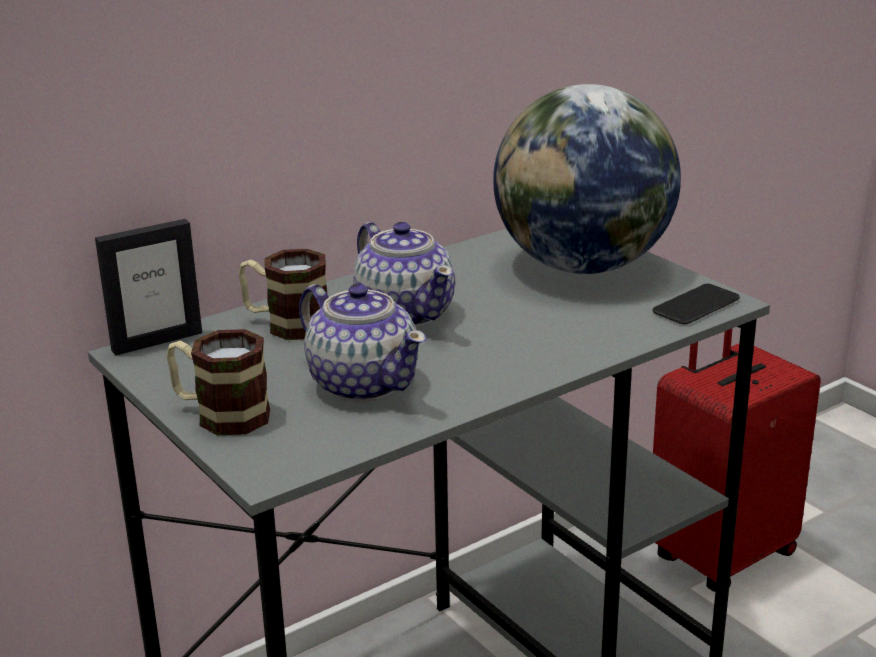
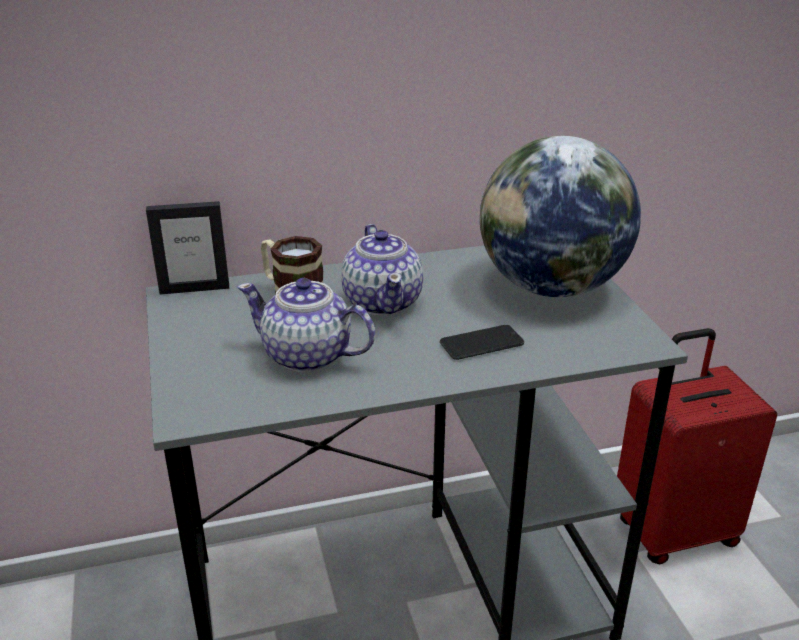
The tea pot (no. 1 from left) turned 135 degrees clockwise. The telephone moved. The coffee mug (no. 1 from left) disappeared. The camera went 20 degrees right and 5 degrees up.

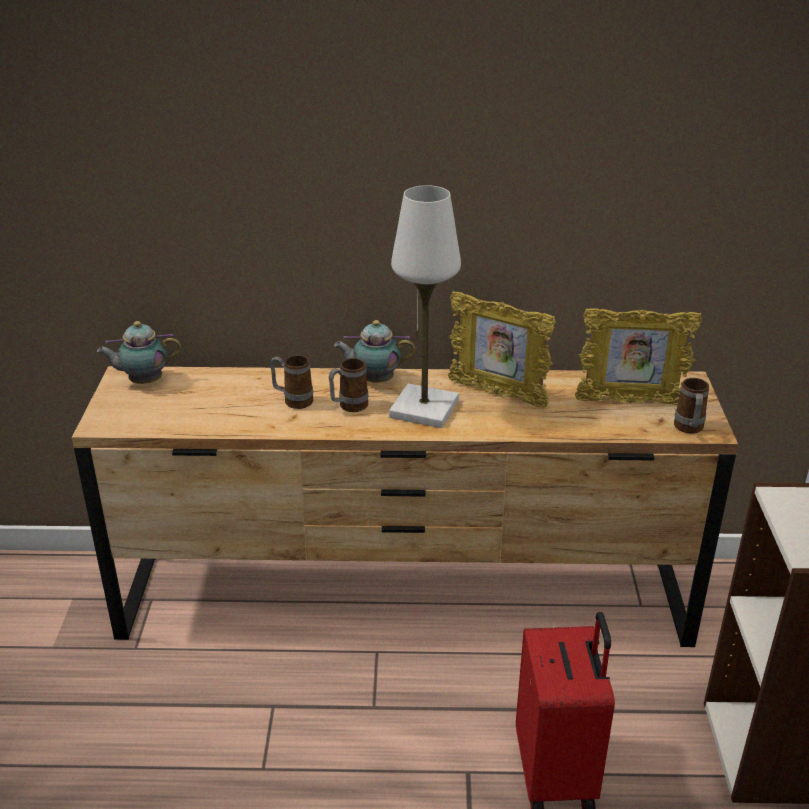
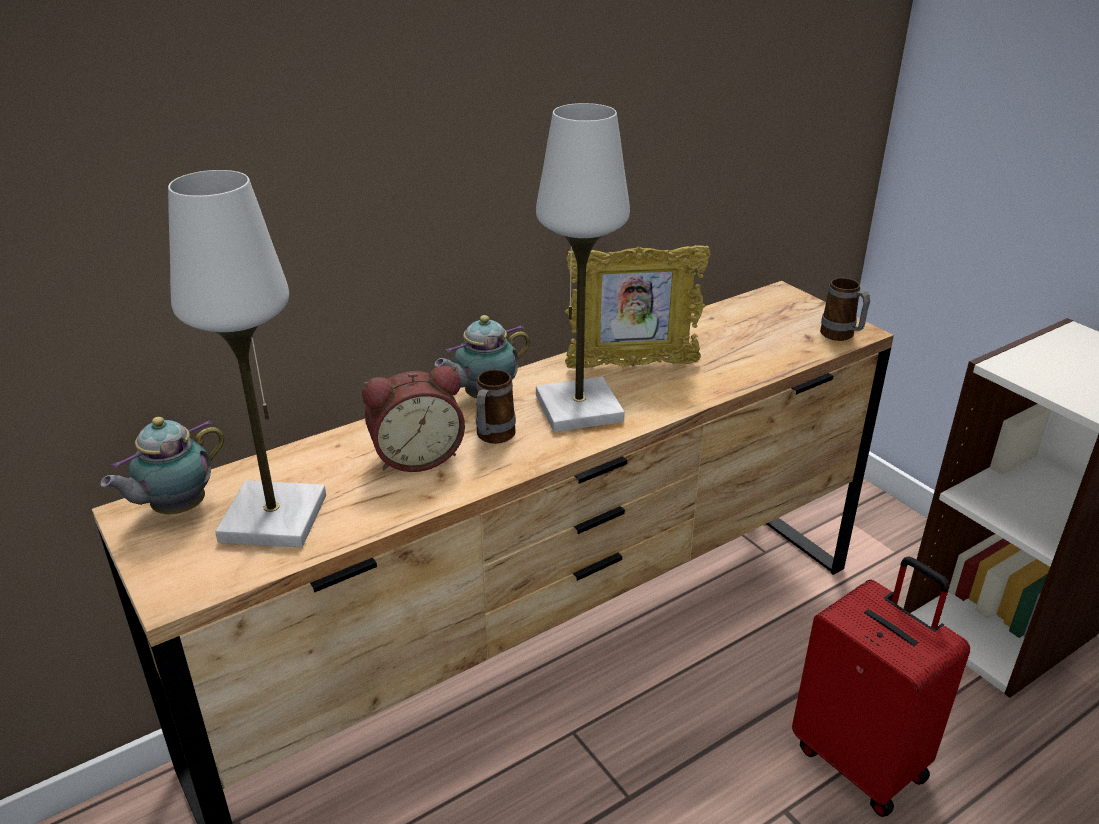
The standing frame (no. 2 from left) disappeared. The coffee mug (no. 1 from left) was replaced by the bedside clock. The whitish table lamp (no. 1 from left) appeared. The camera went 35 degrees left and 0 degrees up.

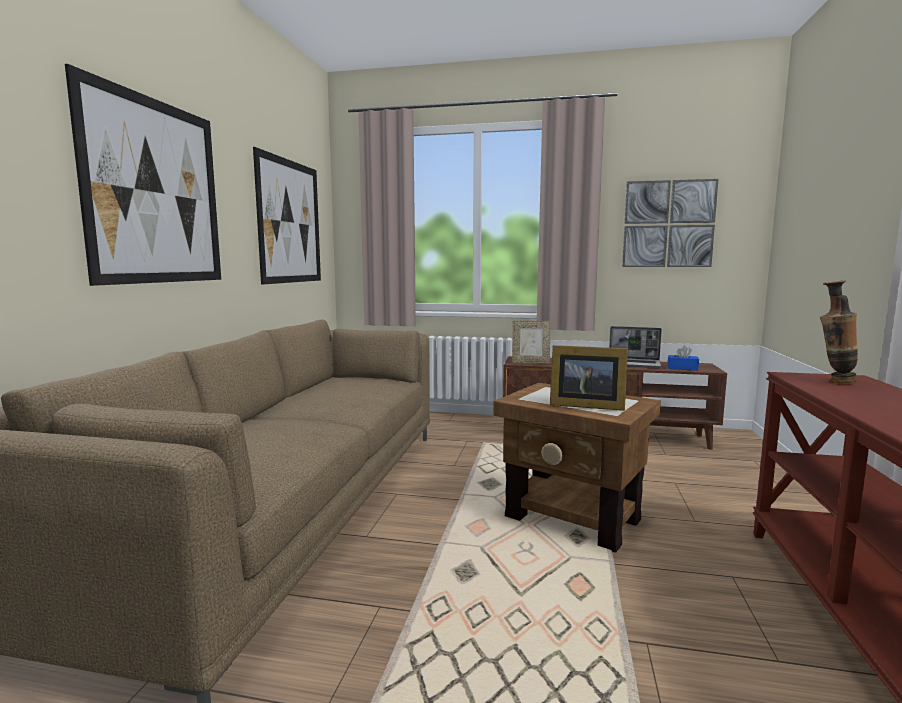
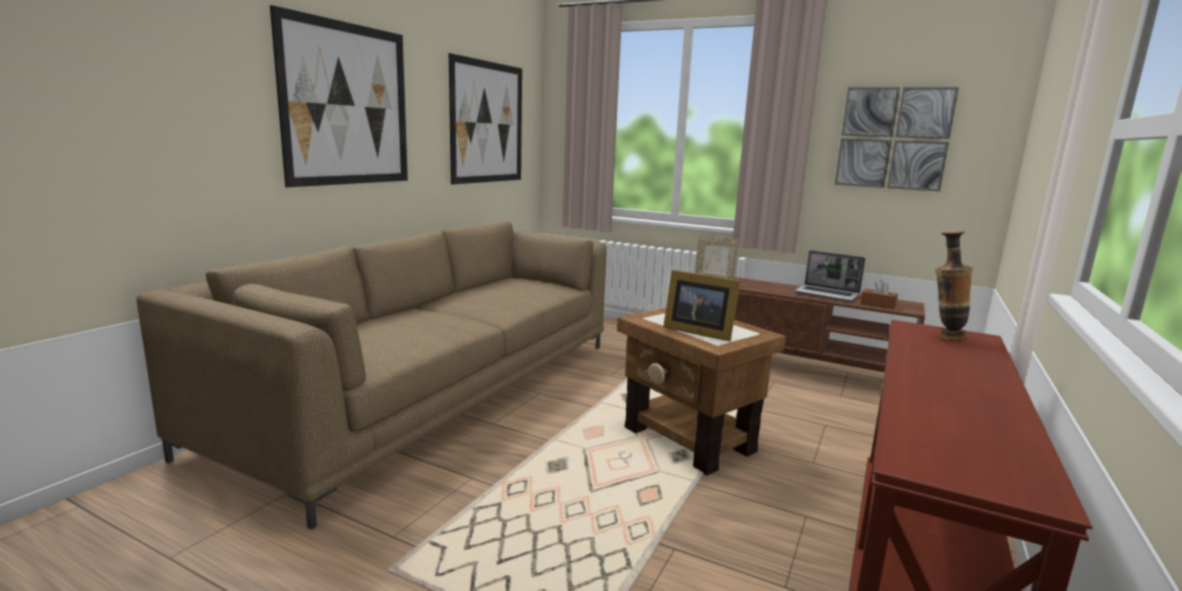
The blue-coloured tissue holder became the brown-coloured tissue holder. The camera went 15 degrees right and 5 degrees up.

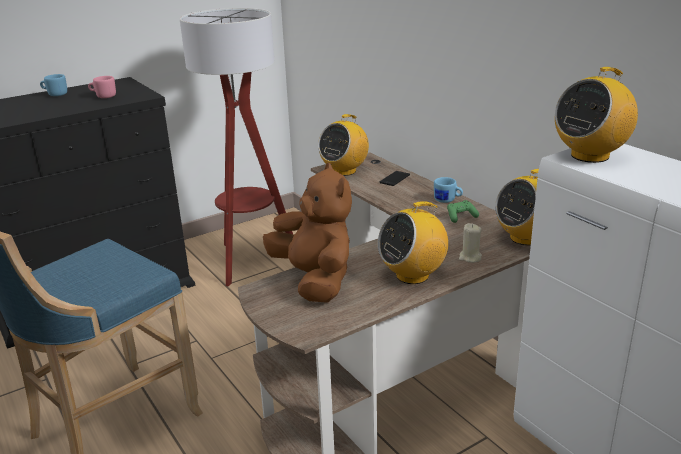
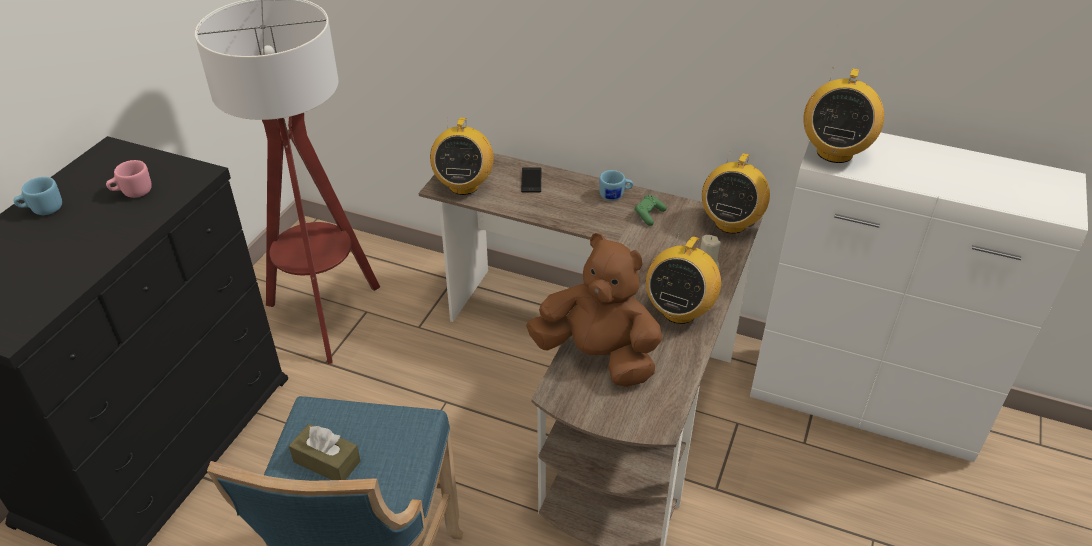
The brown-coloured tissue holder appeared. The camera went 35 degrees left and 15 degrees up.

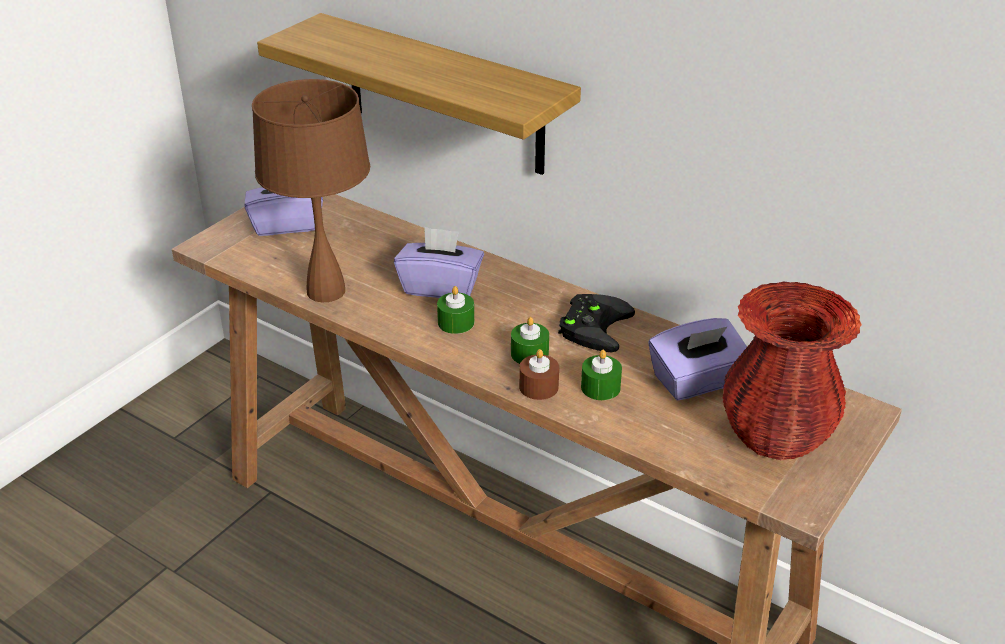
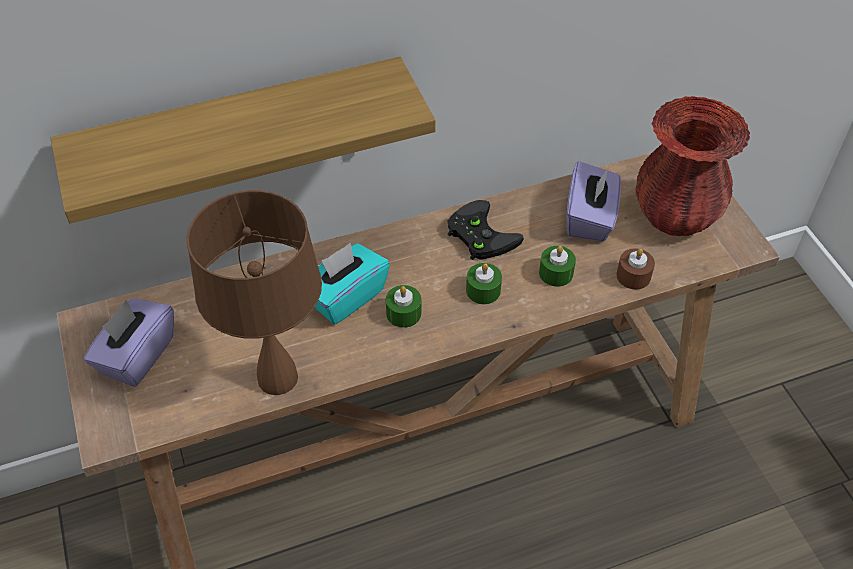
The purple tissue holder (no. 2 from left) became the blue-green tissue holder. The brown-coloured wax candle moved. The camera went 55 degrees left and 15 degrees up.

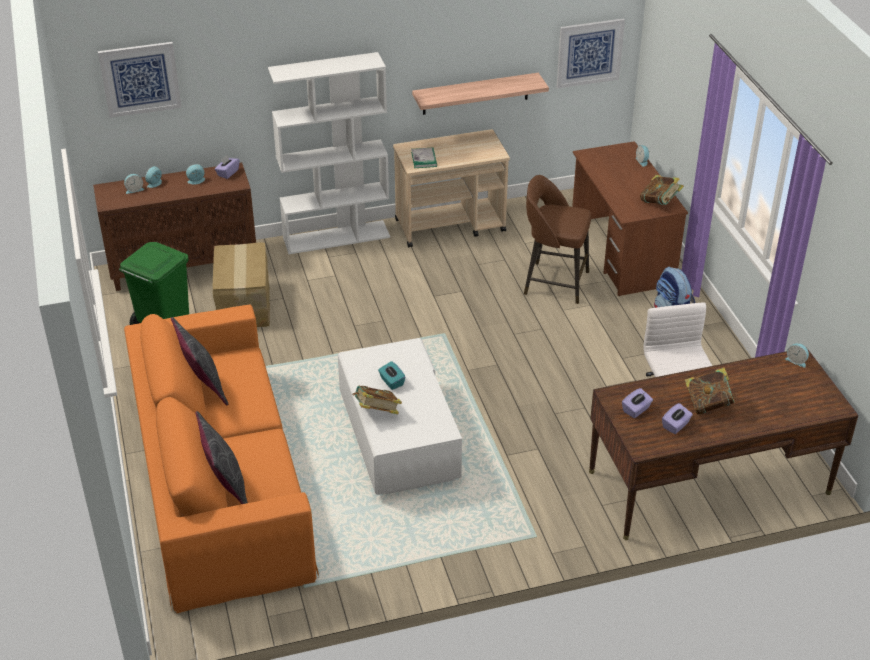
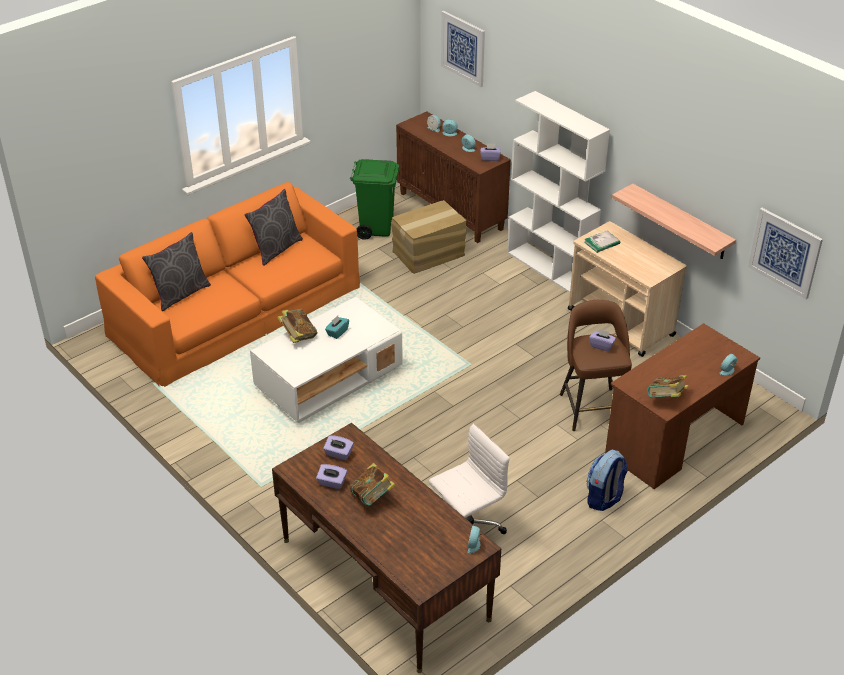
The purple tissue holder (no. 4 from left) appeared. The camera went 65 degrees right and 0 degrees up.

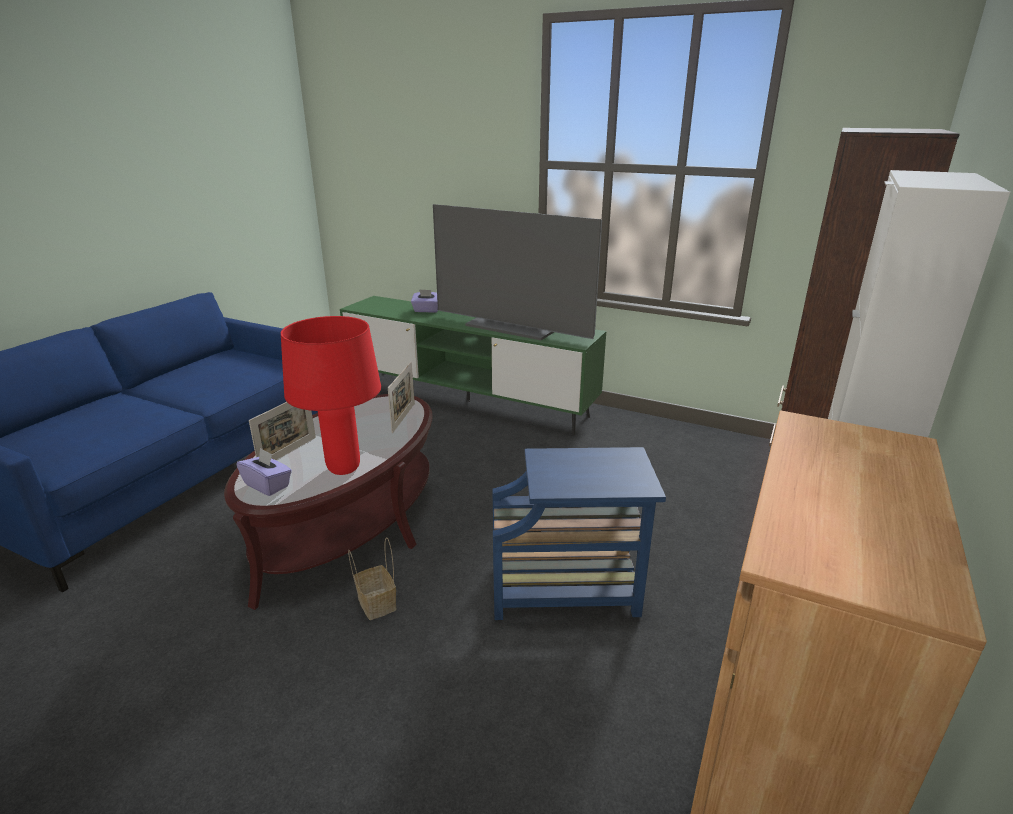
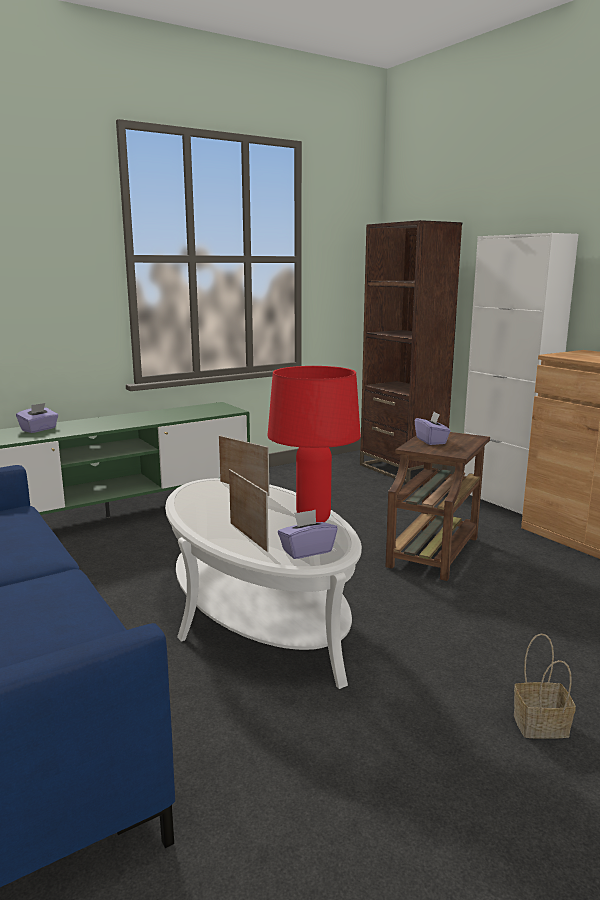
The TV disappeared. The brown-coloured coffee table became the whitish coffee table. The blue-coloured end table became the brown-coloured end table. The household basket moved. The purple tissue holder (no. 3 from left) appeared. The camera went 60 degrees left and 10 degrees down.

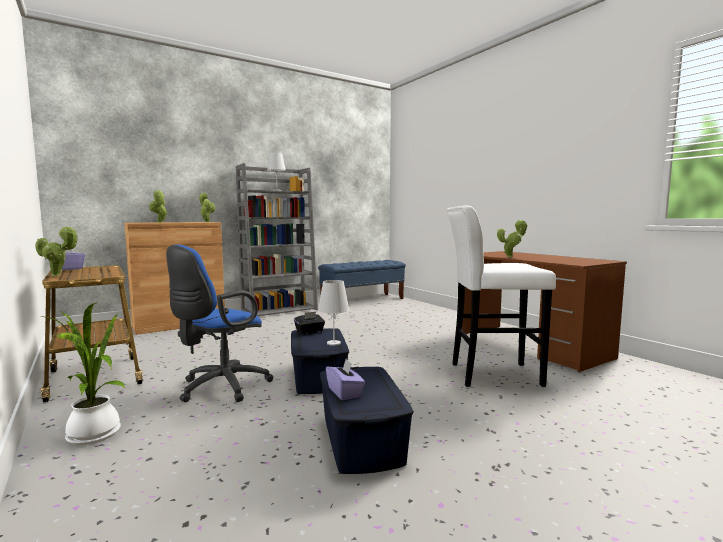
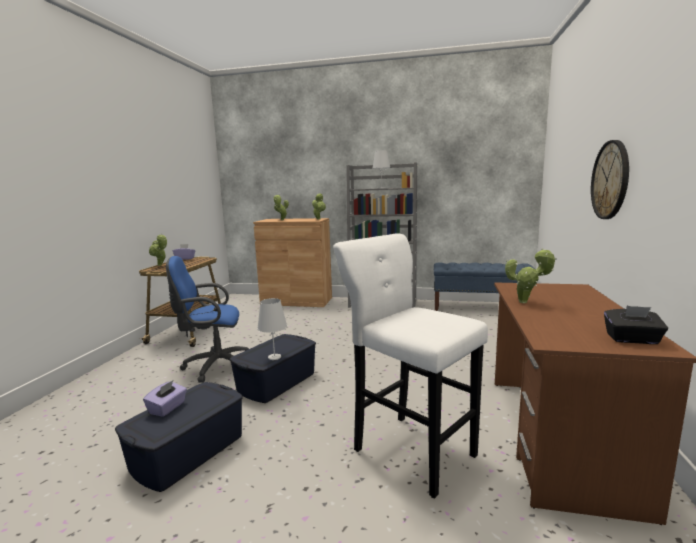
The houseplant (no. 2 from left) disappeared. The blackish tissue holder moved. The hanging clock appeared. The camera went 45 degrees right and 5 degrees up.

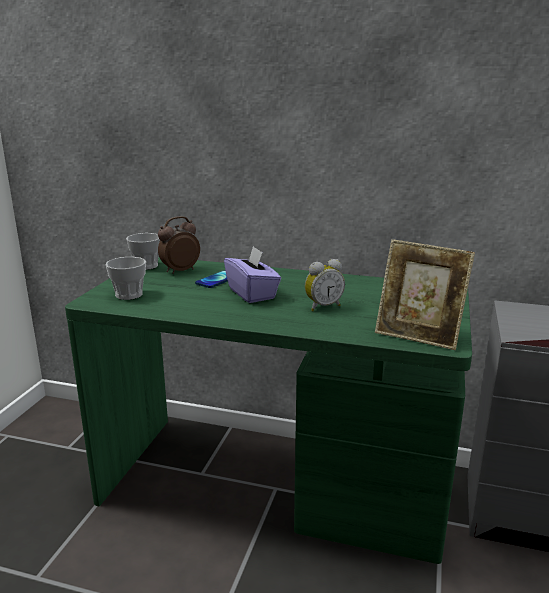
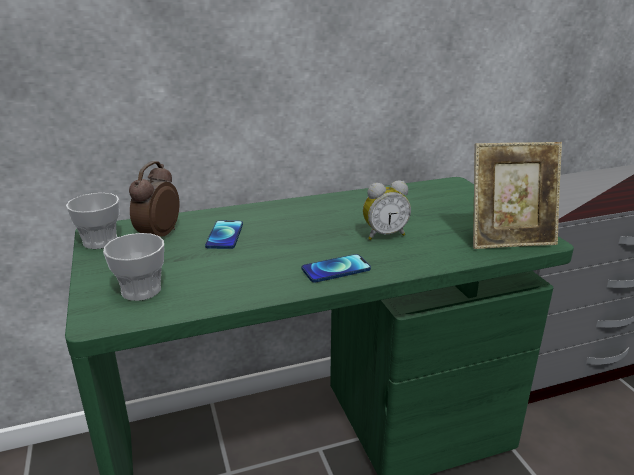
The purple tissue holder disappeared. The bedside clock (no. 2 from left) turned 45 degrees clockwise. The telephone (no. 2 from left) appeared. The camera went 35 degrees left and 5 degrees up.

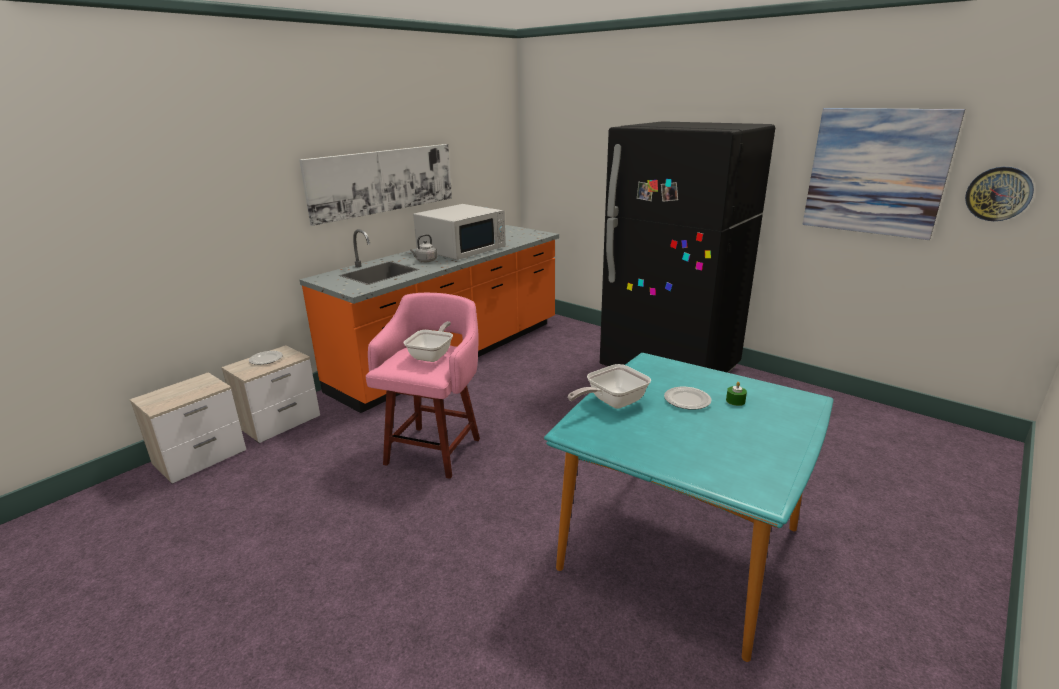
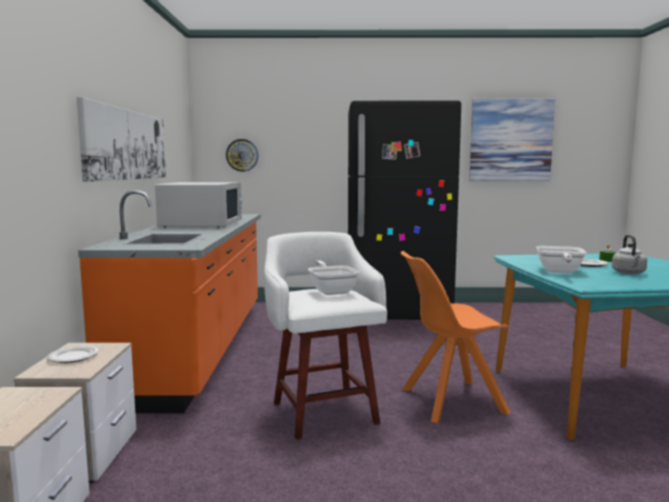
The hanging clock moved. The grey tea kettle moved. The pinkish stool became the whitish stool. The orange-coloured upright chair appeared. The camera went 40 degrees left and 15 degrees down.

